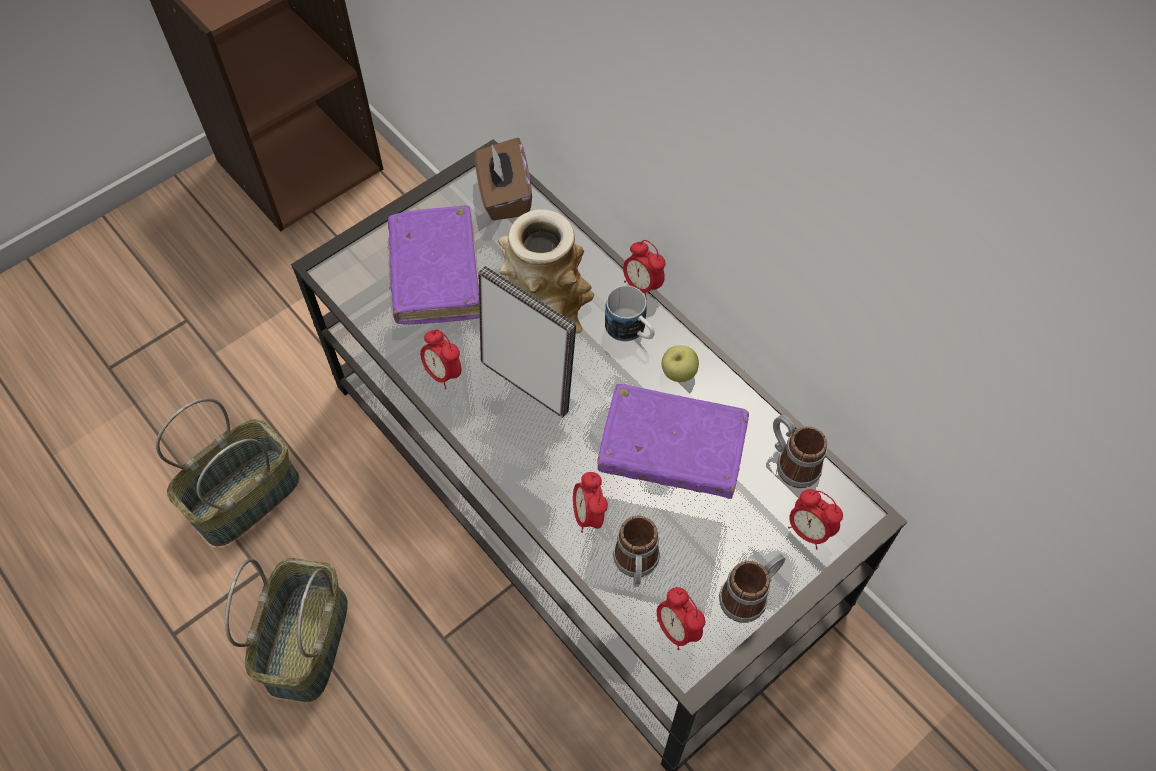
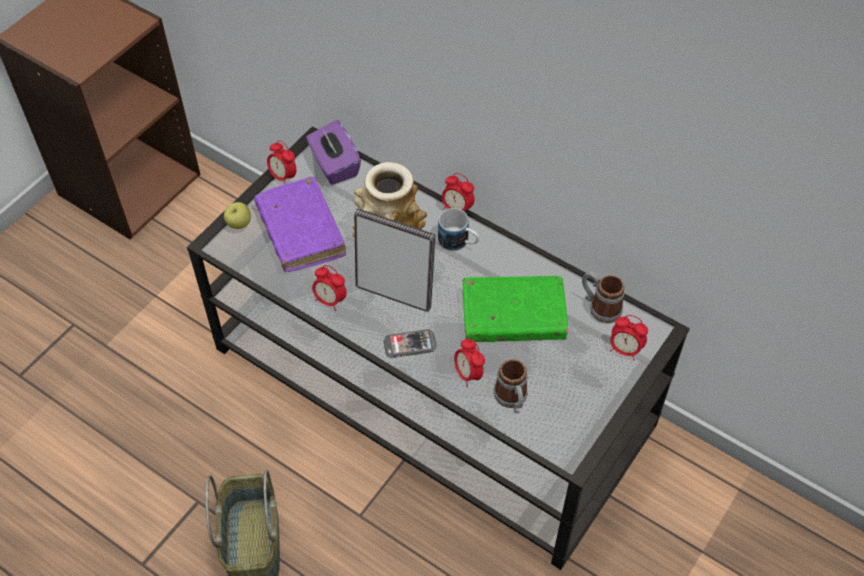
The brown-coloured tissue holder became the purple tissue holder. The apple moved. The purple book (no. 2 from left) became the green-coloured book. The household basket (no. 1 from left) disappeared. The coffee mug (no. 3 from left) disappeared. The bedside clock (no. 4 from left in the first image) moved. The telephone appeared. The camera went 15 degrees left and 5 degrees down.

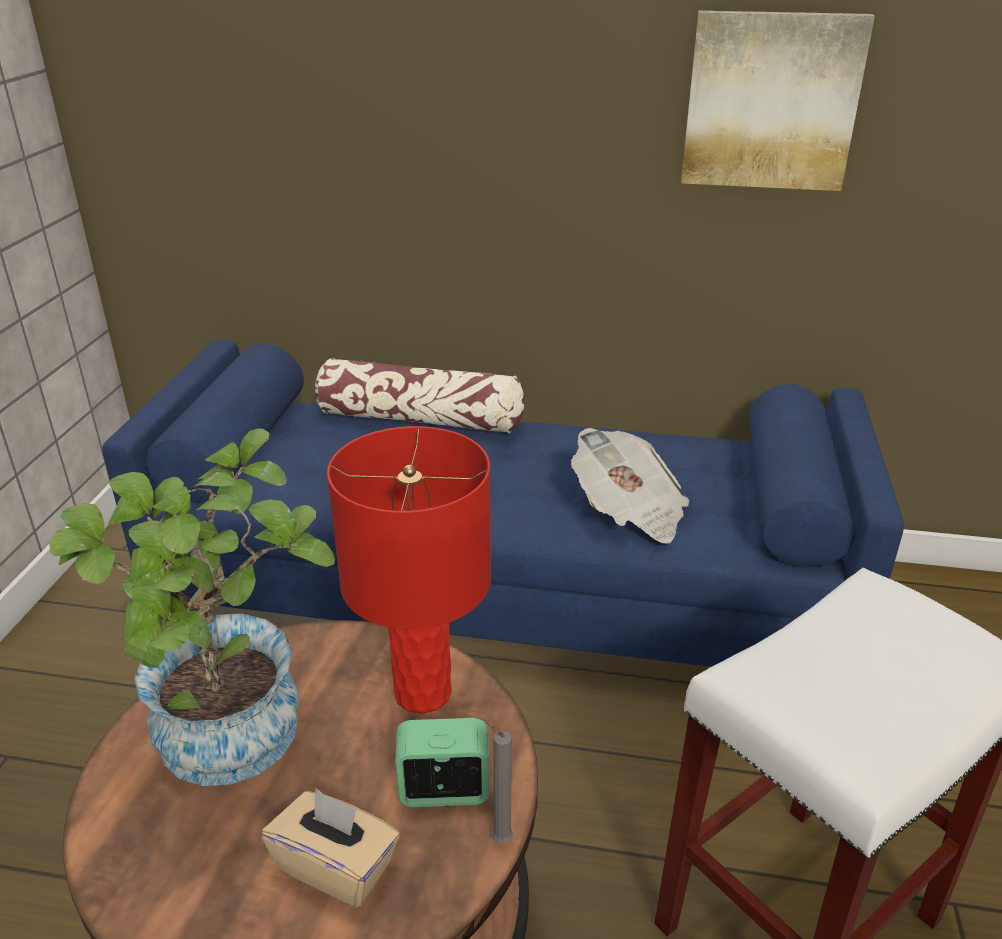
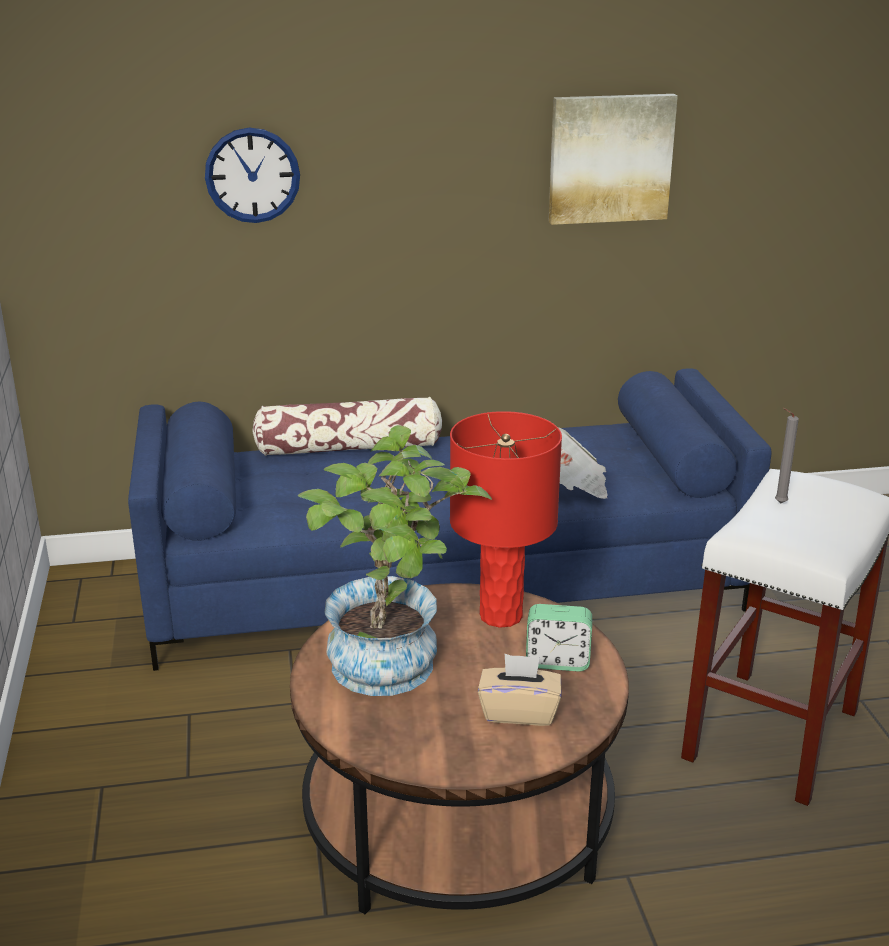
The bedside clock turned 150 degrees counterclockwise. The grey wax candle moved. The hanging clock appeared. The camera went 20 degrees left and 5 degrees down.

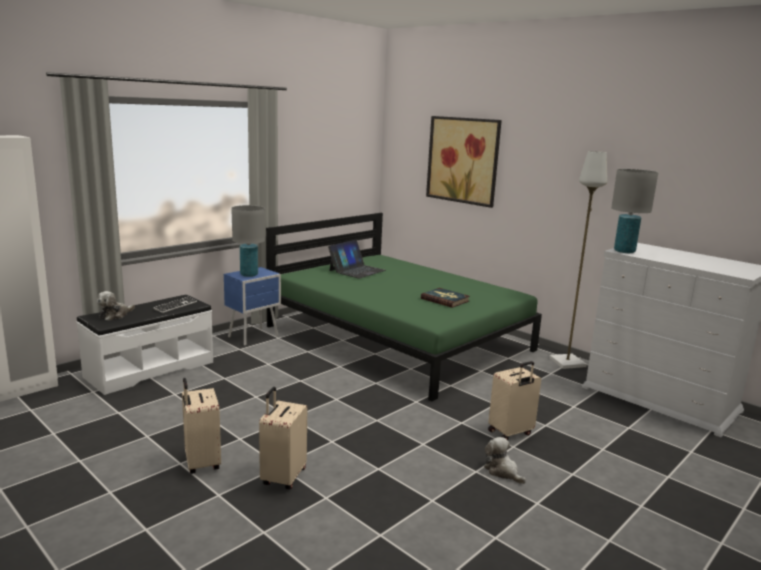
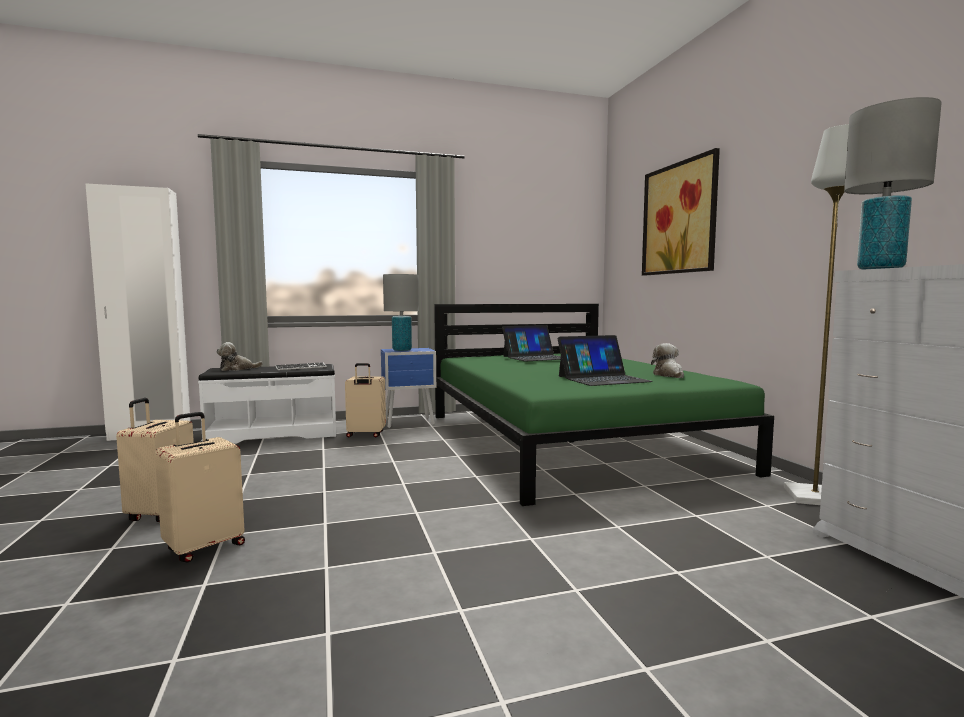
The book was replaced by the portable computer (no. 2 from left). The beige suitcase (no. 3 from left) moved. The cuddly toy (no. 2 from left) moved. The camera went 30 degrees right and 10 degrees down.

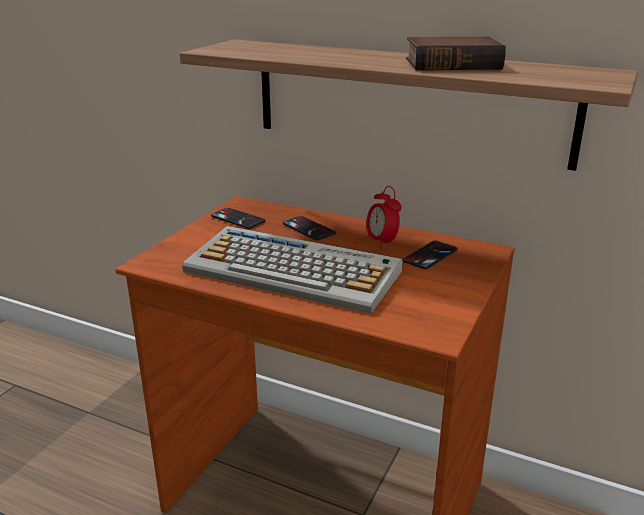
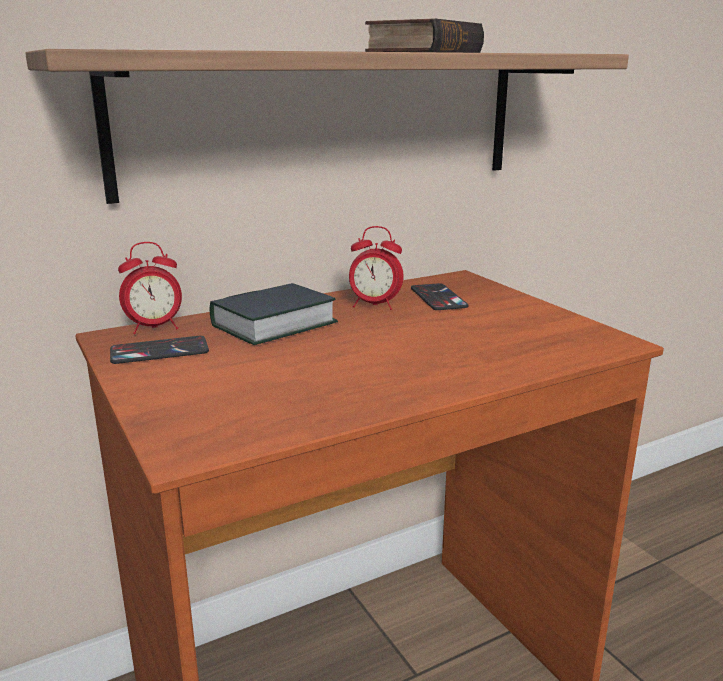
The telephone (no. 2 from left) was replaced by the book (no. 1 from left). The computer keyboard disappeared. The bedside clock (no. 1 from left) appeared. The camera went 55 degrees left and 5 degrees down.

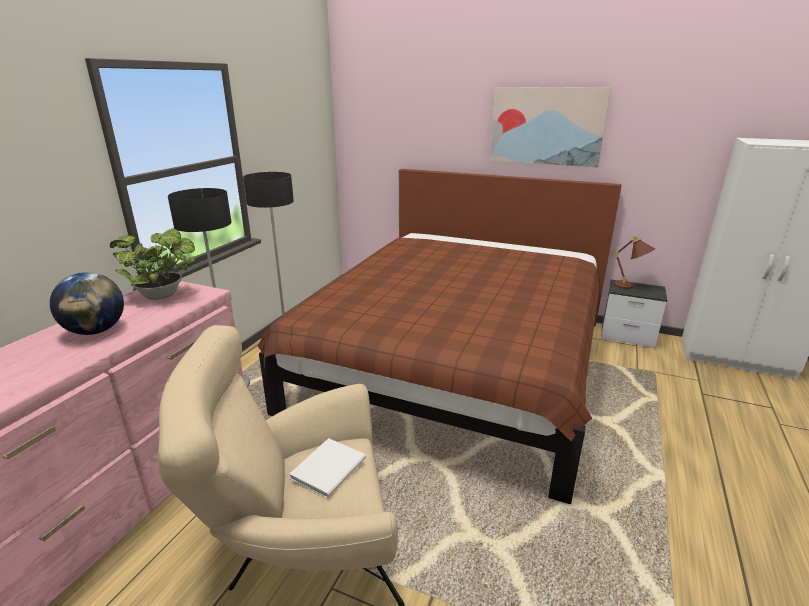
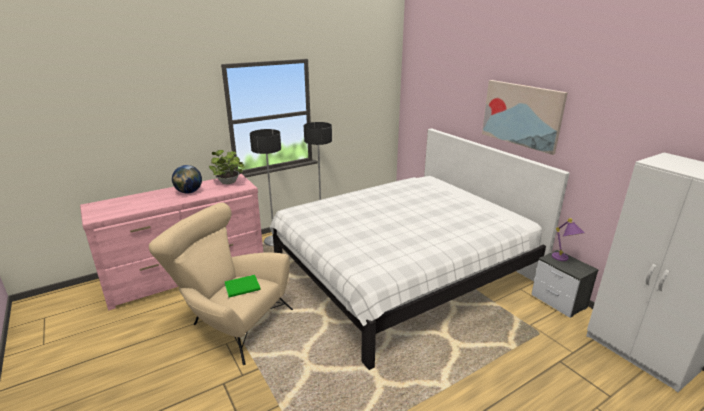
The brown-coloured bedroom bed became the whitish bedroom bed. The brown-coloured table lamp became the purple table lamp. The whitish book became the green-coloured book. The camera went 35 degrees right and 0 degrees up.

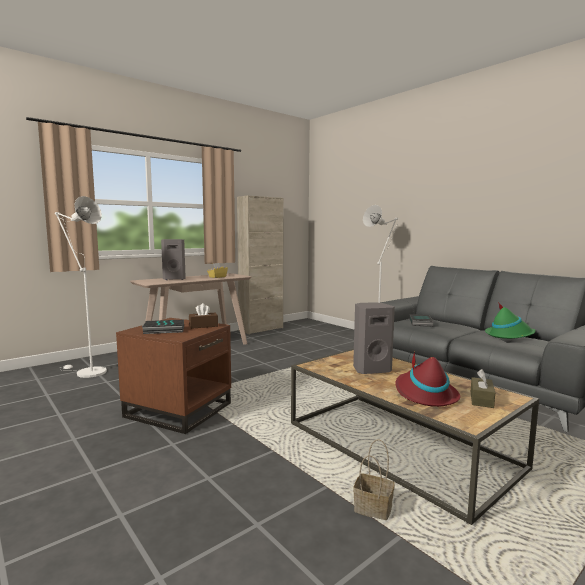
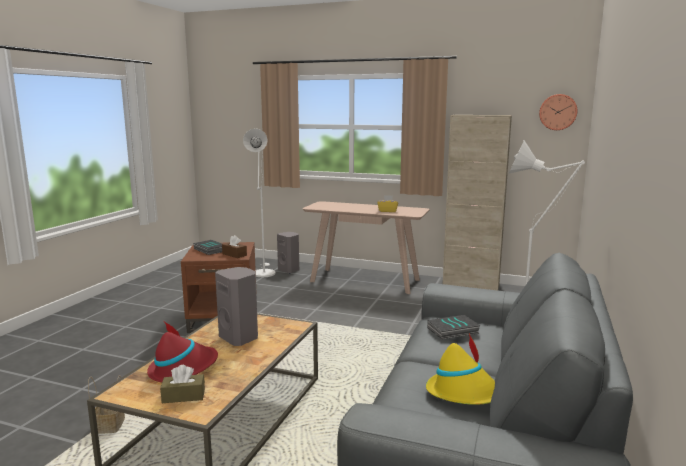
The grey audio speaker (no. 1 from left in the first image) moved. The green-coloured clothing hat became the yellow-coloured clothing hat. The hanging clock appeared. The camera went 60 degrees right and 5 degrees up.

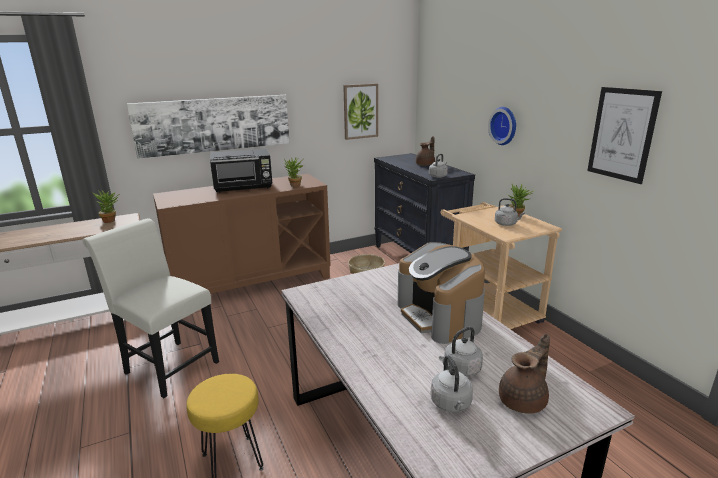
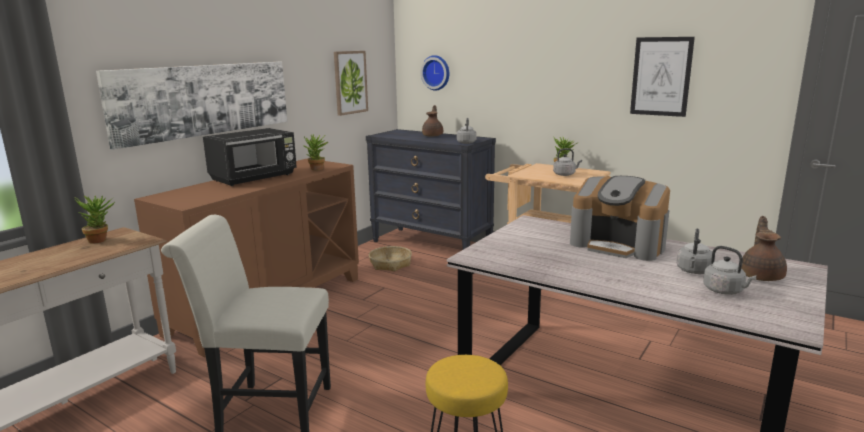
The hanging clock moved. The camera went 30 degrees left and 5 degrees down.

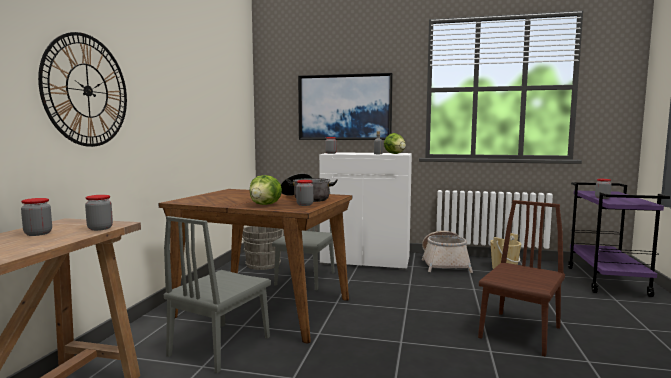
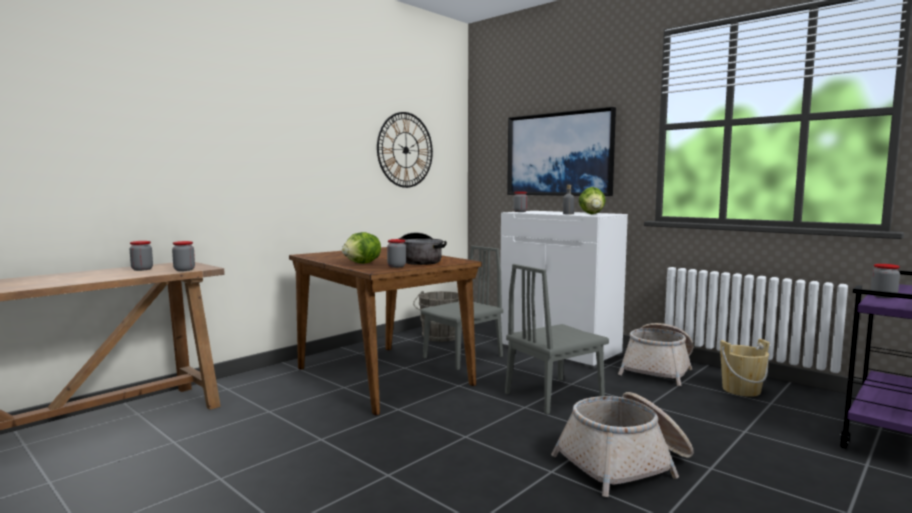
The hanging clock moved. The brown-coloured upright chair was replaced by the household basket (no. 1 from left). The grey upright chair (no. 1 from left in the first image) moved. The camera went 30 degrees right and 0 degrees up.

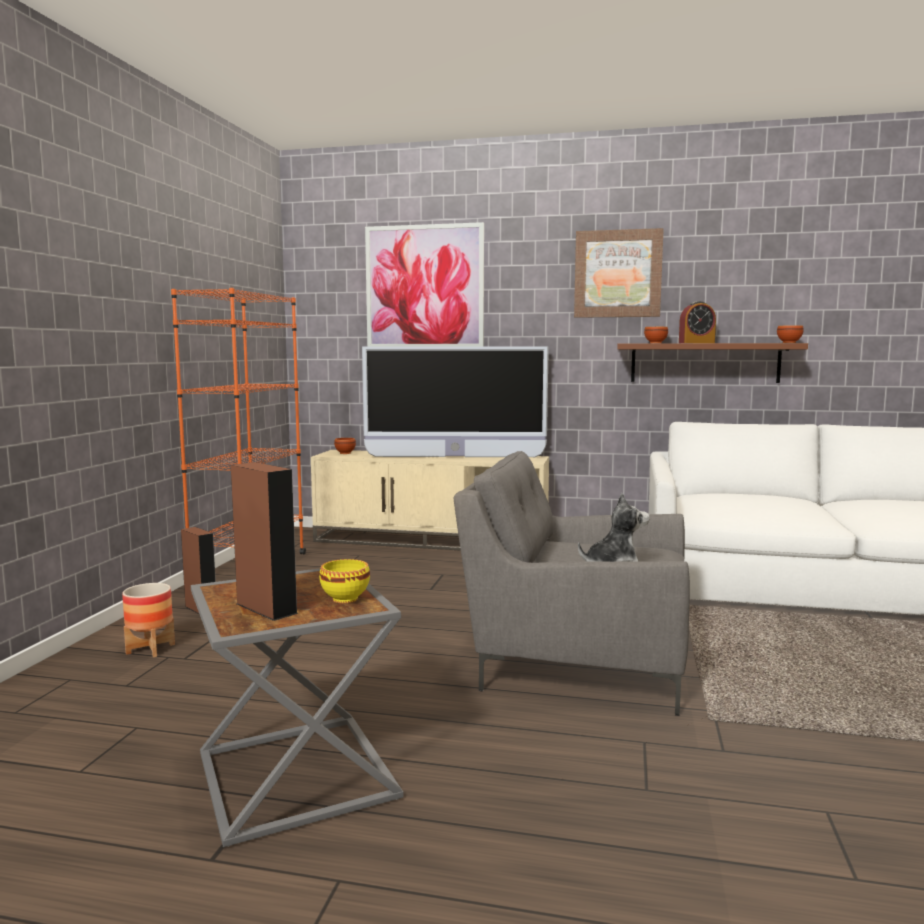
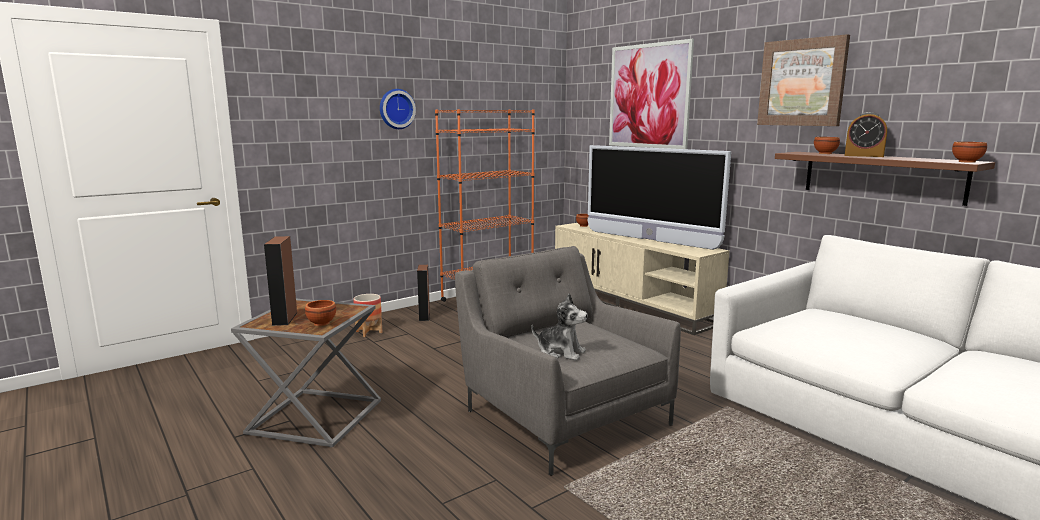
The yellow-coloured bowl became the brown-coloured bowl (no. 1 from left). The hanging clock appeared. The camera went 40 degrees right and 5 degrees up.

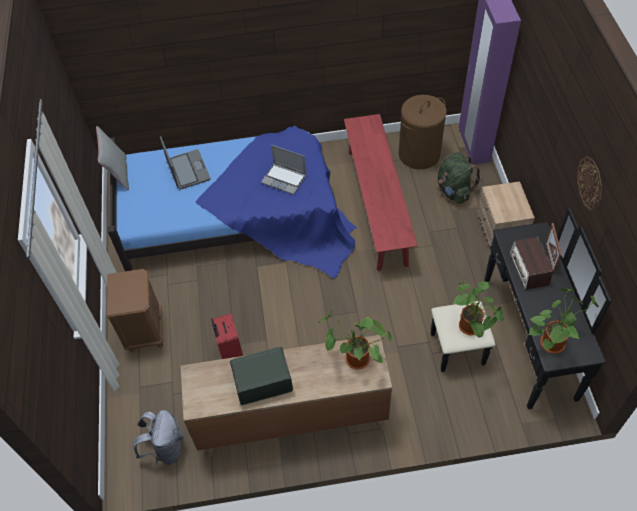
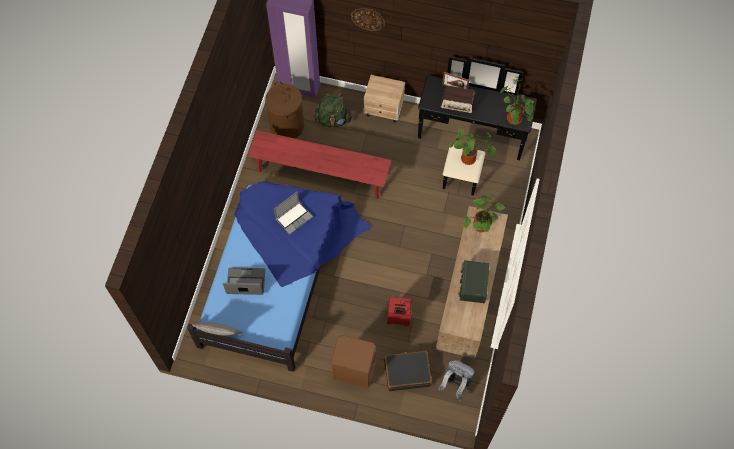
The hanging clock moved. The blackish suitcase appeared. The camera went 70 degrees left and 10 degrees up.

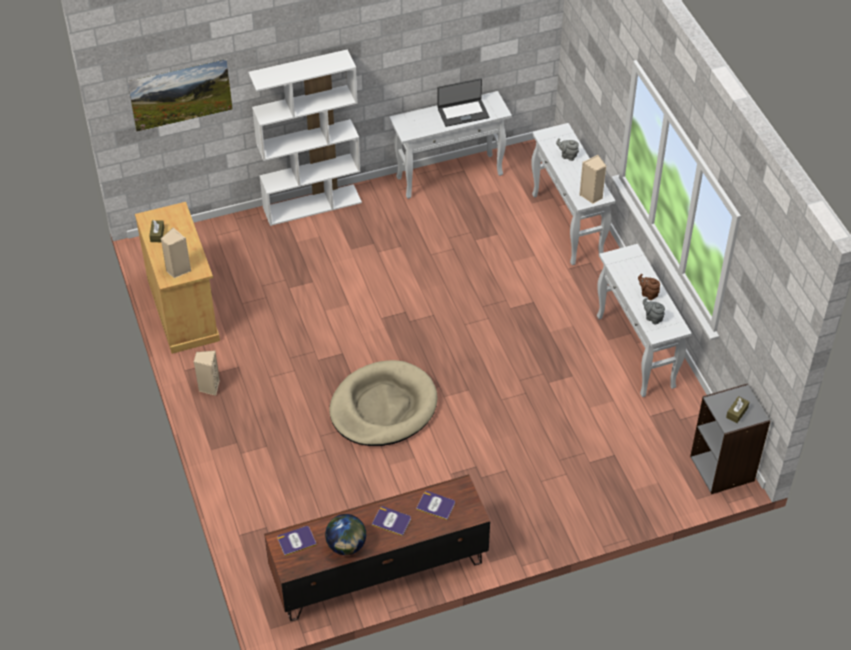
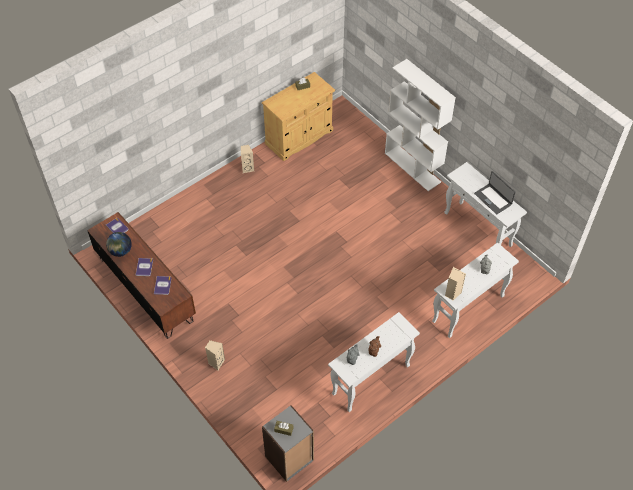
The wall picture disappeared. The beige audio speaker (no. 1 from left) moved. The beige dog cushion disappeared. The camera went 70 degrees right and 5 degrees up.

